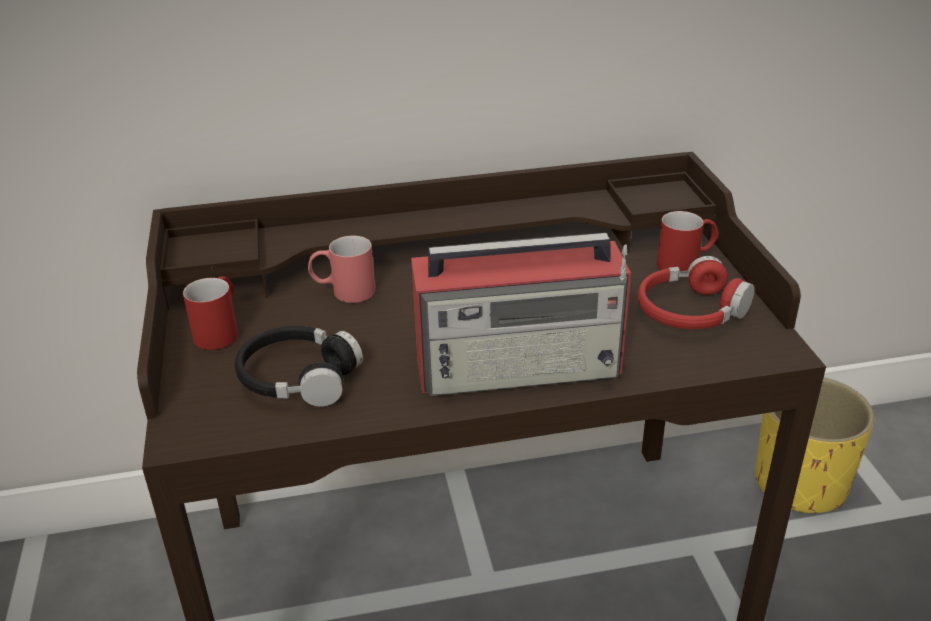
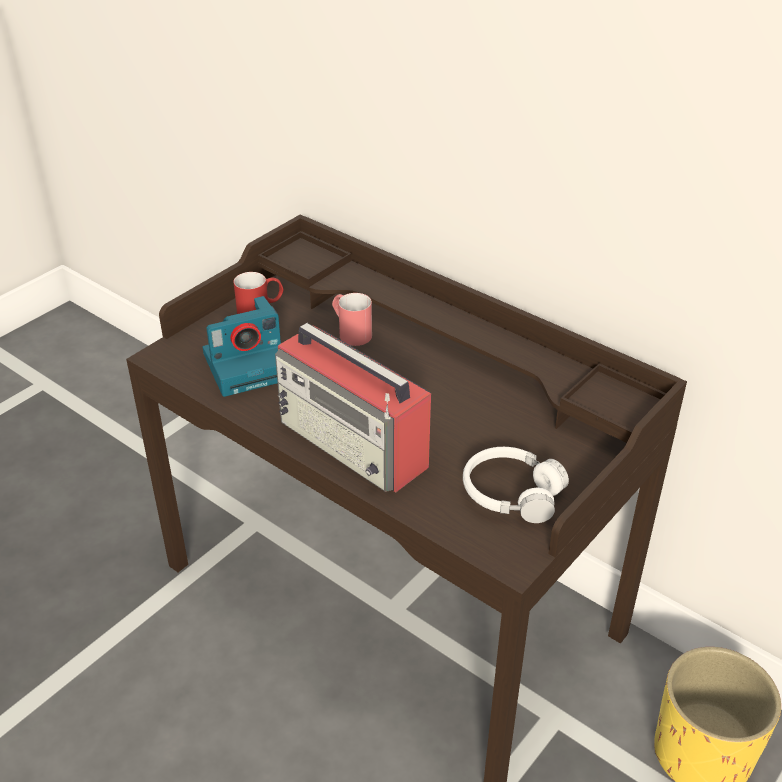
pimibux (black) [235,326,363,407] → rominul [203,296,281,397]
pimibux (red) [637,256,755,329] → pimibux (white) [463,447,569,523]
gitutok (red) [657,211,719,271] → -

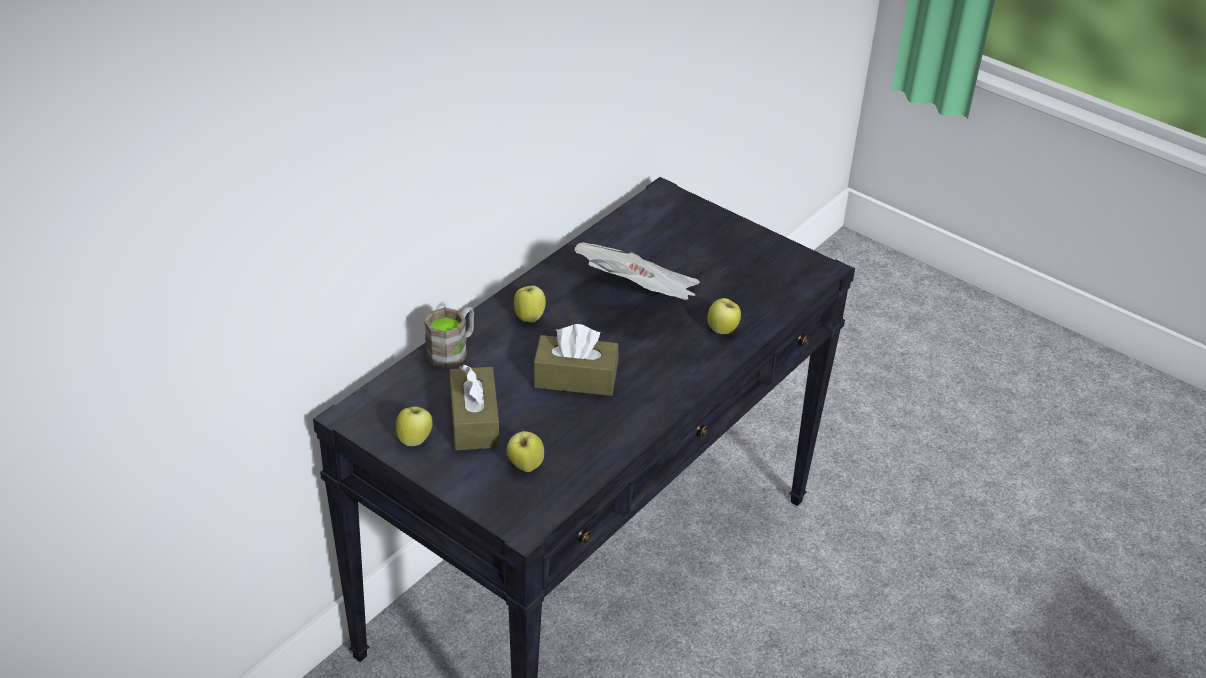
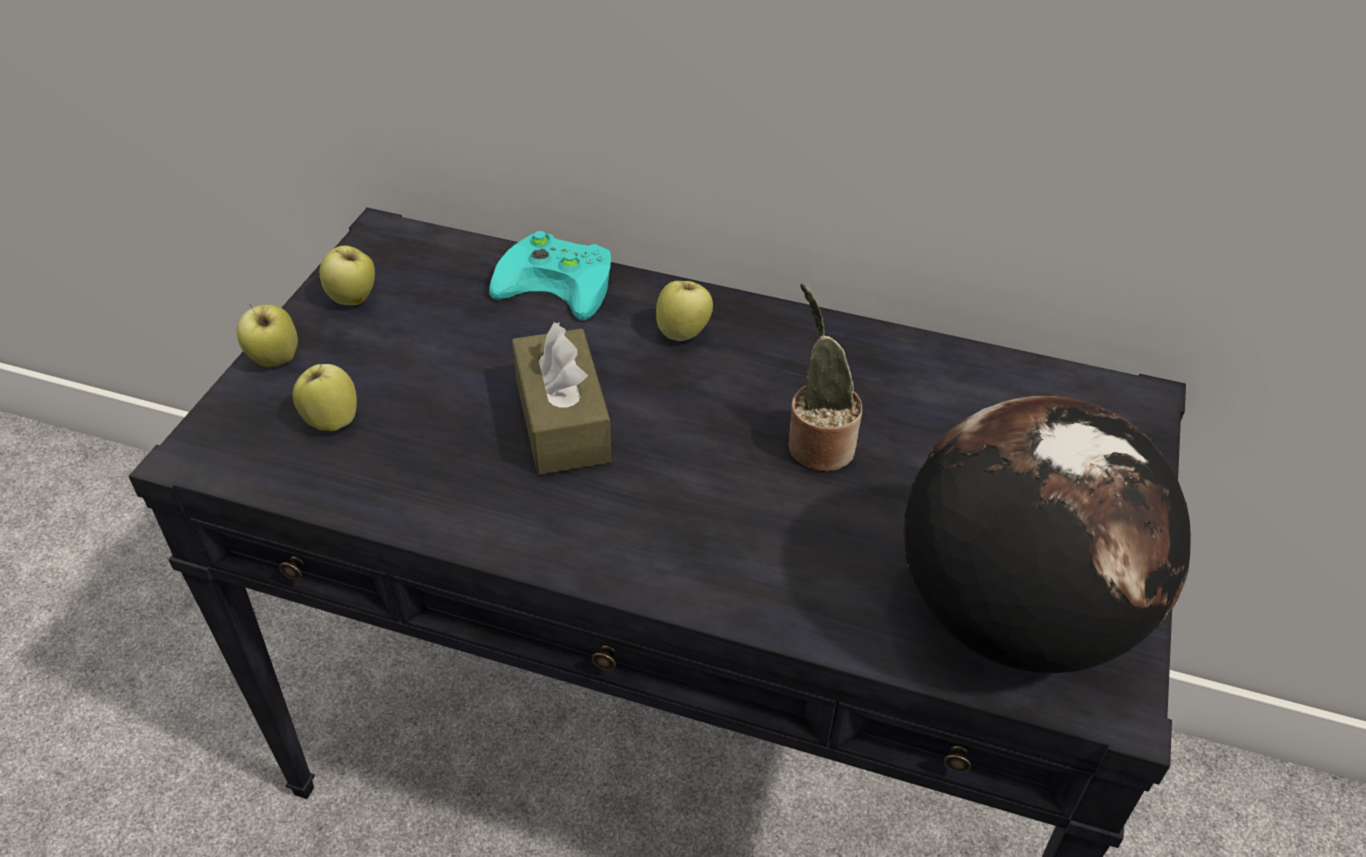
gitutok (brown) [424,307,474,369] → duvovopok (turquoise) [489,231,611,320]
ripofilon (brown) [450,365,499,450] → -
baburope [574,242,700,300] → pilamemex [789,283,862,472]
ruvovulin [708,298,741,334] → ruvovulin [237,305,298,367], relocated
- → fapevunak [903,396,1191,673]

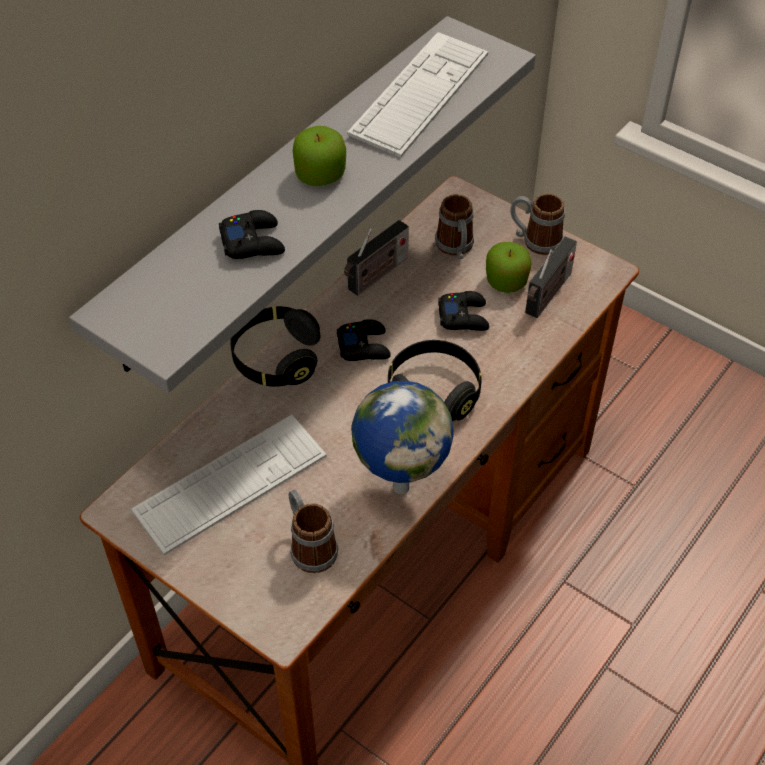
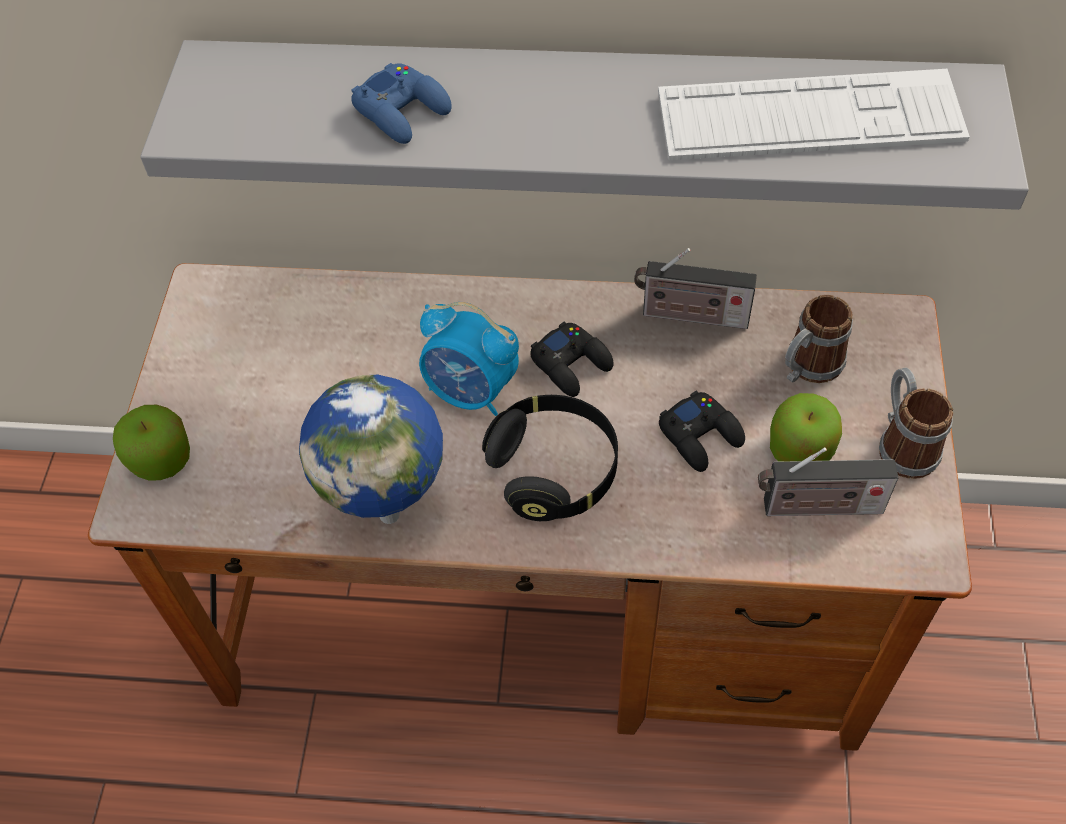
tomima [131,415,327,555] → -
duvovopok (black) [219,210,285,259] → duvovopok (blue) [351,63,452,144]
pimibux (black) [230,306,320,387] → -
gitutok [289,490,338,573] → -
ruvovulin [293,126,346,186] → ruvovulin [113,405,190,481], relocated
- → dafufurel [419,302,519,416]

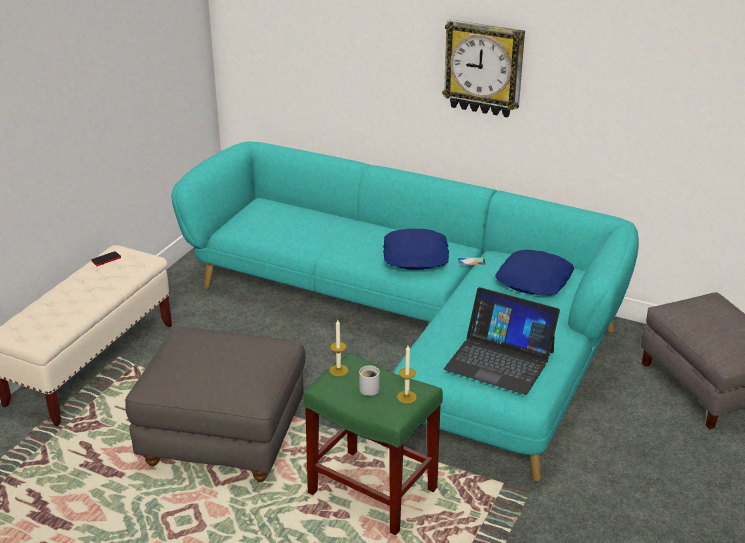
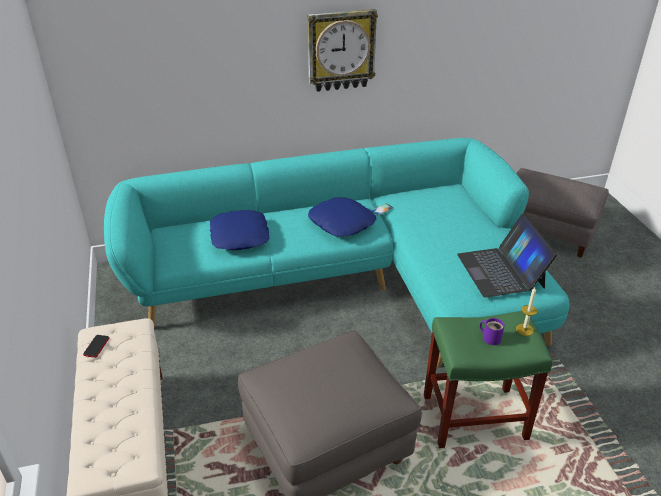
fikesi [329,320,348,376] → -
gitutok (white) [359,365,380,396] → gitutok (purple) [480,318,504,345]
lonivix [444,287,560,395] → lonivix [457,214,557,298], 90 degrees clockwise
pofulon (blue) [495,250,574,296] → pofulon (blue) [210,210,269,250], relocated

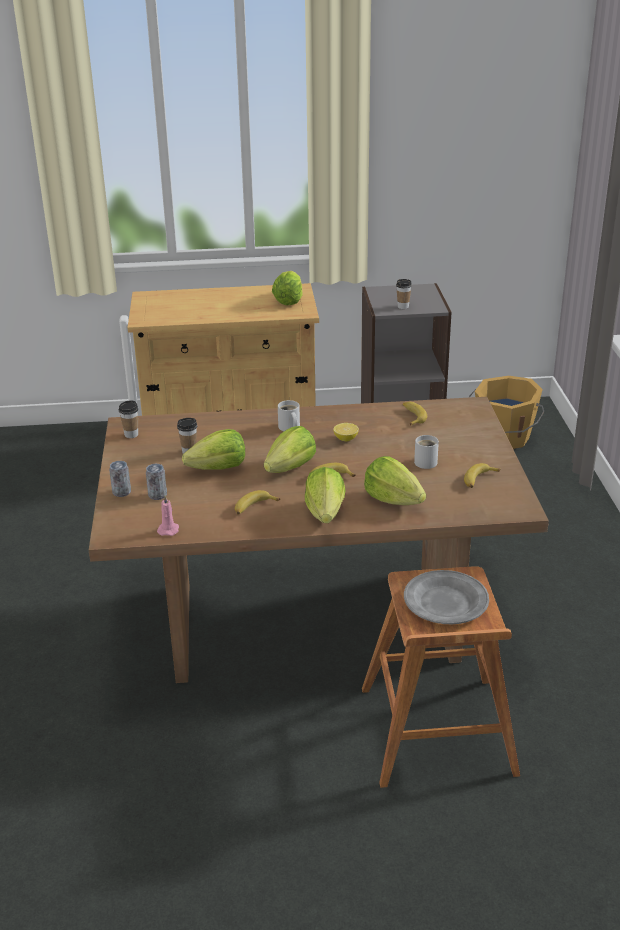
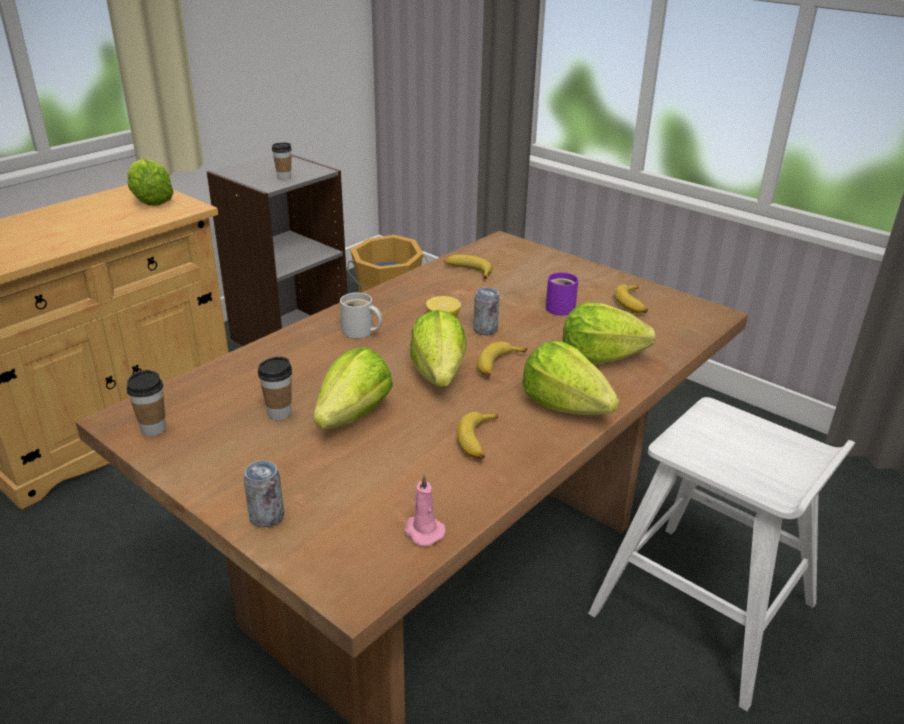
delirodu [146,464,167,500] → delirodu [474,287,499,335], relocated
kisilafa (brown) [362,566,520,788] → kisilafa (white) [588,397,855,711]
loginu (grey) [404,570,489,624] → -
gitutok (white) [414,435,439,469] → gitutok (purple) [546,272,578,316]

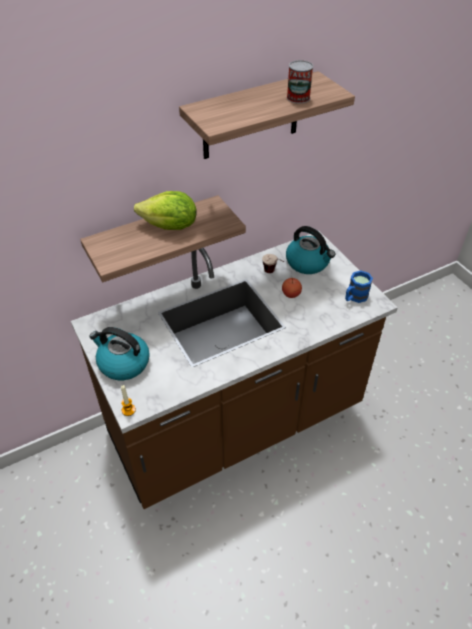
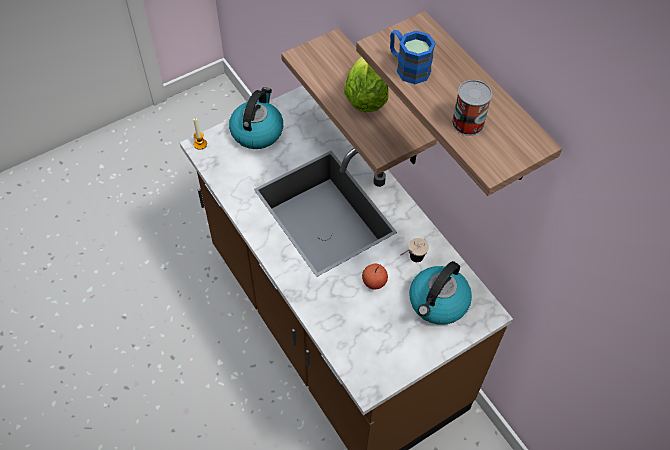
gitutok (blue) [345,270,373,303] → gitutok (blue) [390,30,435,84], relocated

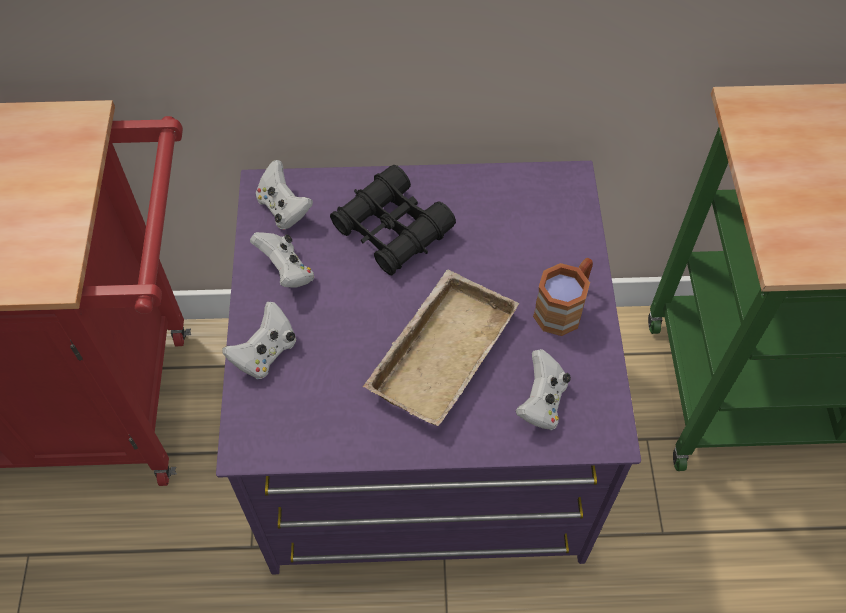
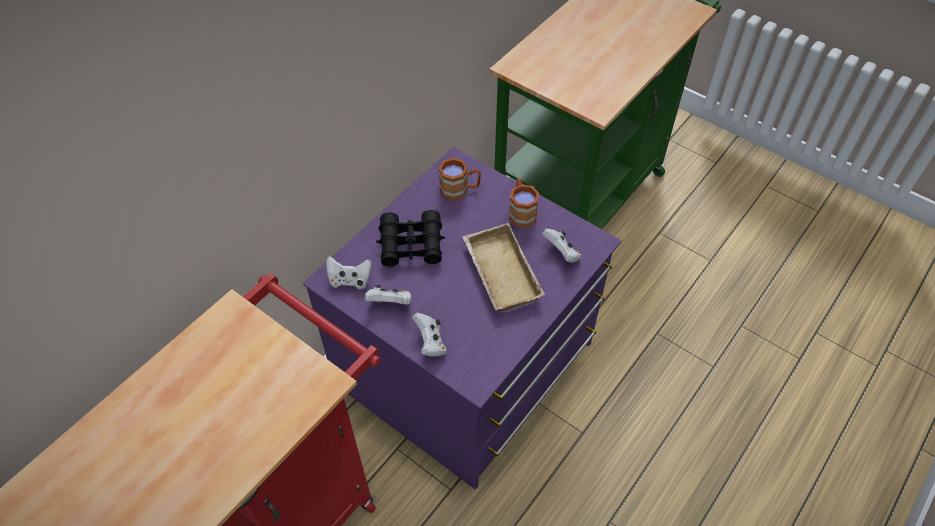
- → gitutok (brown) [439,158,481,201]

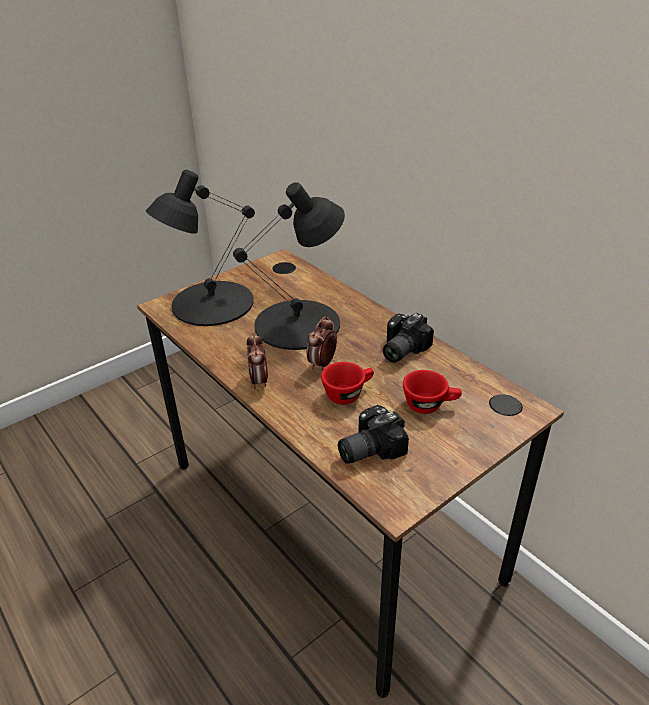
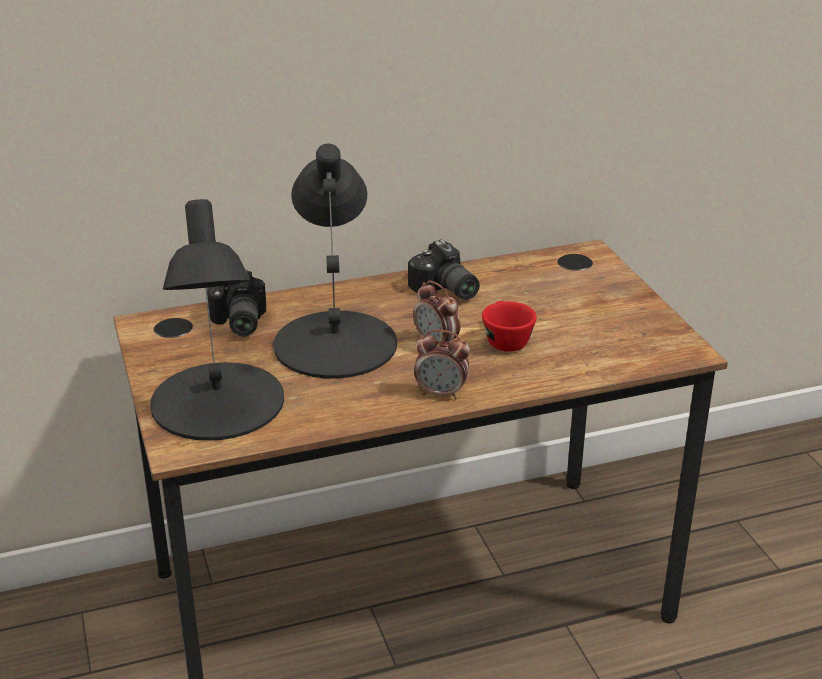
rominul [338,405,409,464] → rominul [207,270,266,336], relocated
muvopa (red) [403,370,462,414] → -

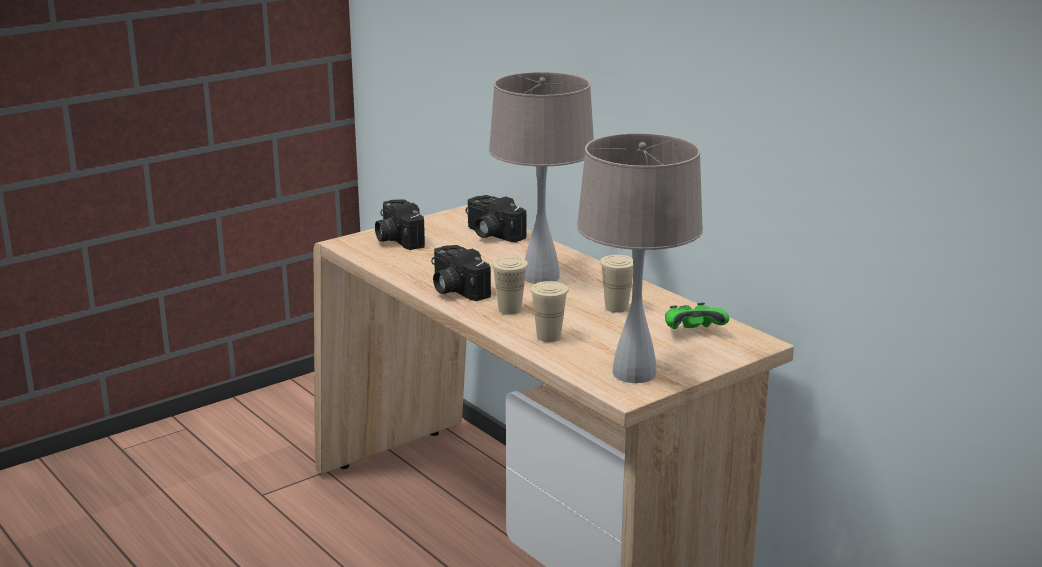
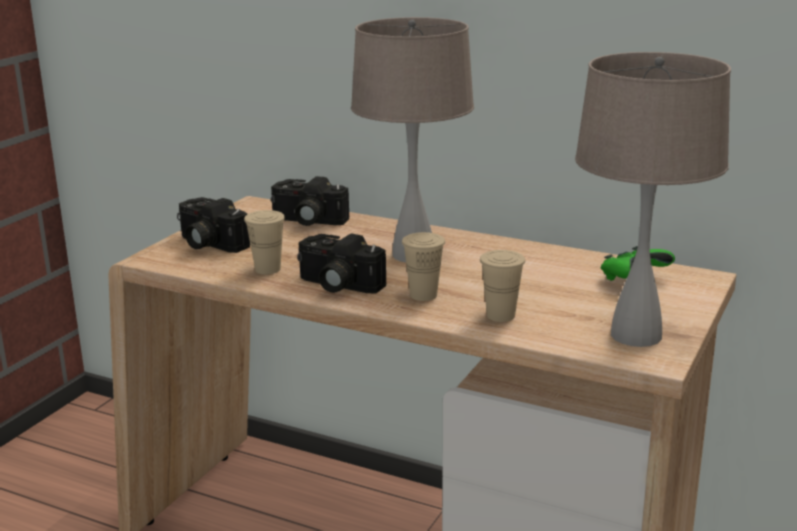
muvopa (beige) [600,255,633,313] → muvopa (beige) [244,210,285,274], relocated

